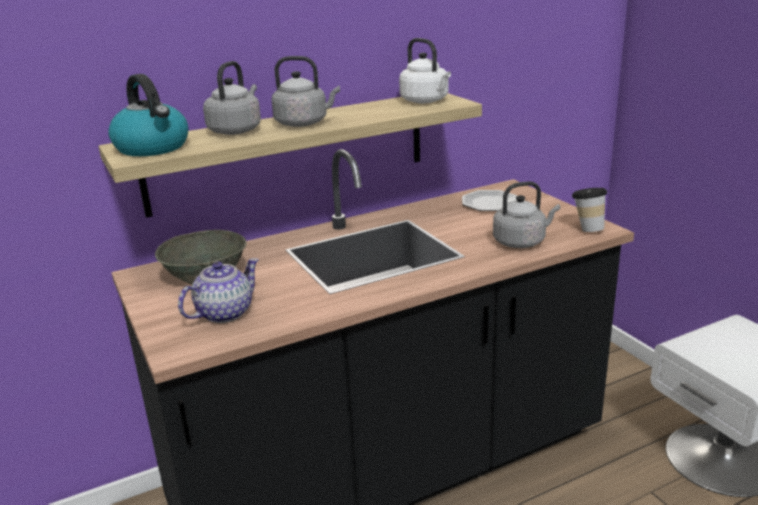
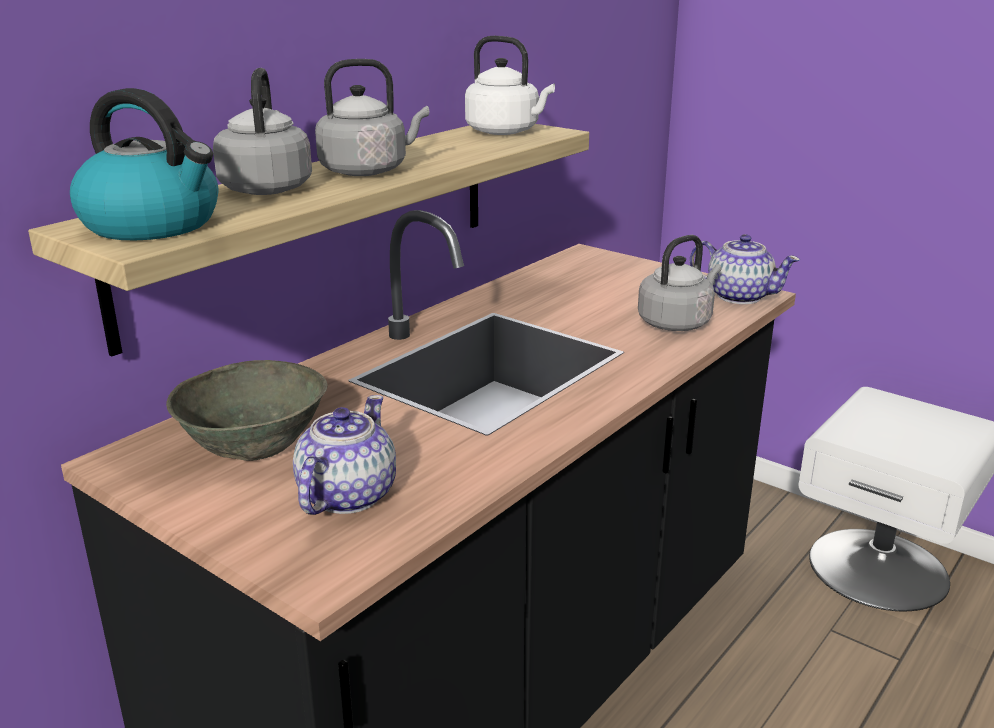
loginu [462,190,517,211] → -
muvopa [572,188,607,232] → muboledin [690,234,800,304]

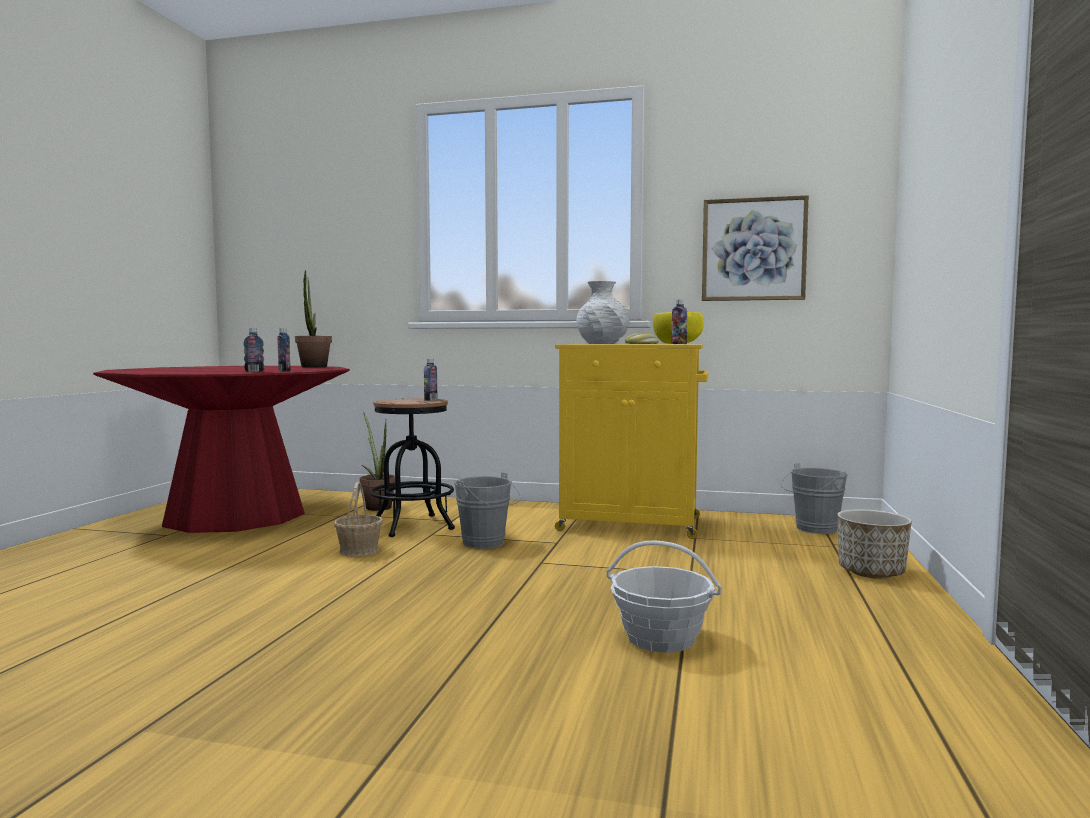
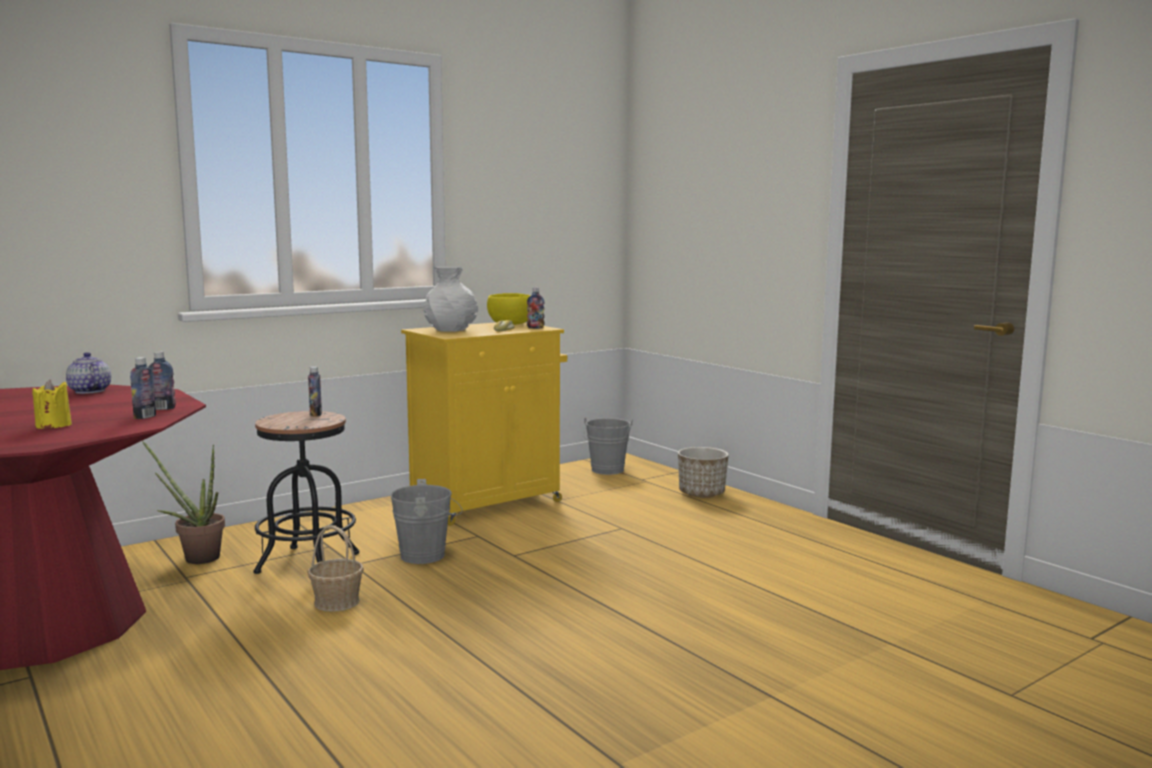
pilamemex [295,270,332,367] → muboledin [66,352,111,394]
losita [607,540,722,653] → -
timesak [702,195,809,301] → -
- → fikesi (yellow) [32,380,72,429]

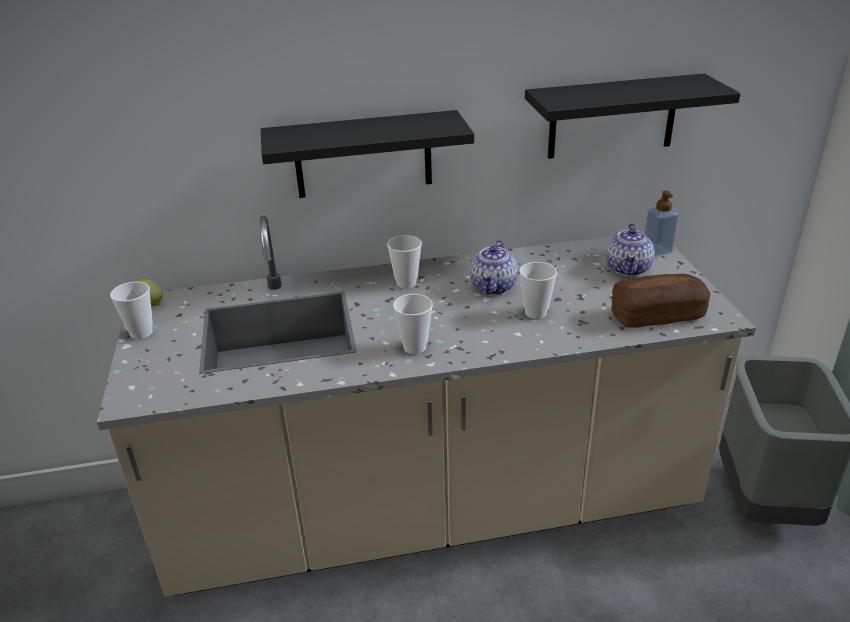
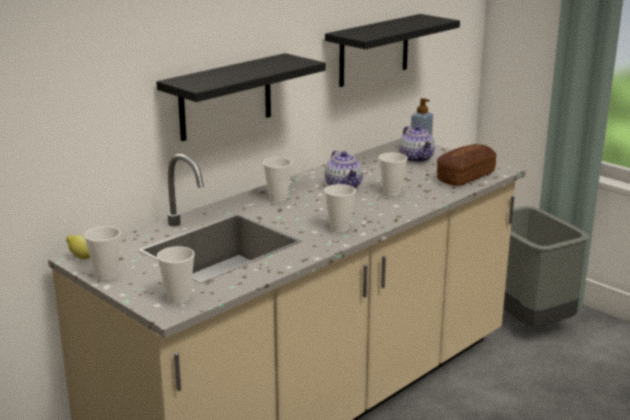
- → muvopa [157,246,195,304]

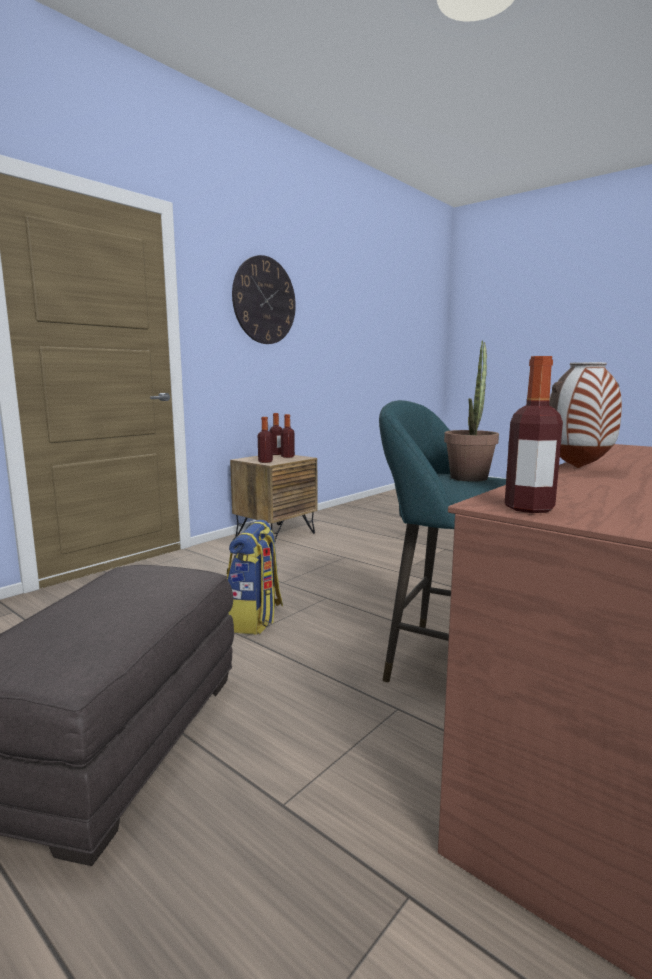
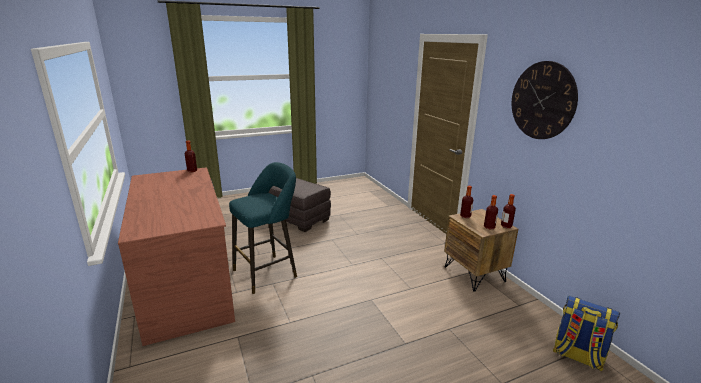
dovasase [227,520,283,635] → dovasase [553,296,620,371], relocated
pilamemex [444,340,499,482] → -
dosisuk [549,362,622,468] → -

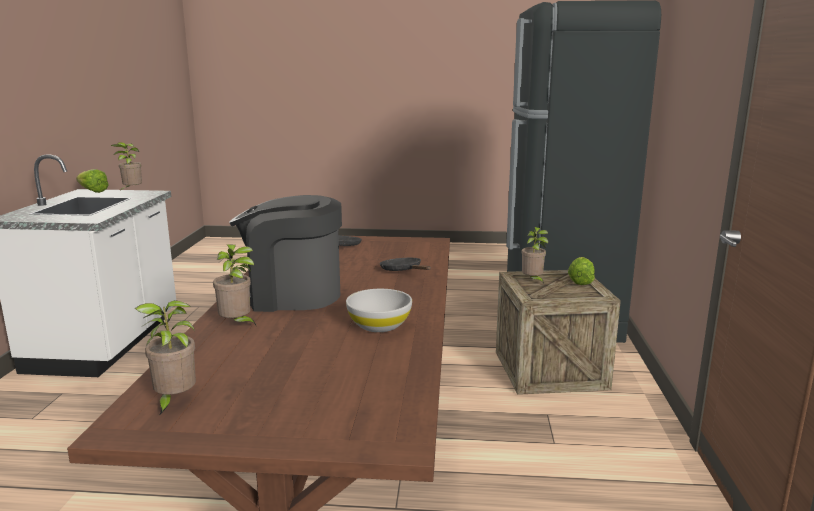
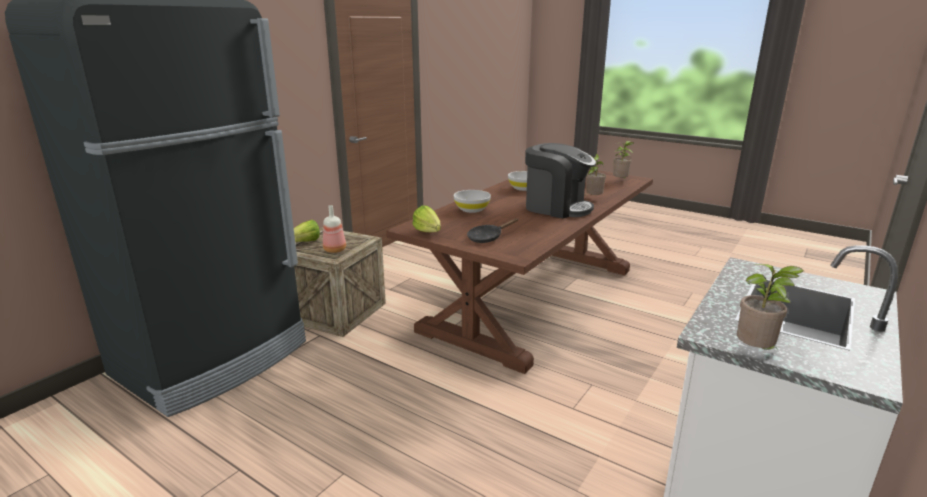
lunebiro [76,169,109,193] → lunebiro [412,205,441,232], relocated
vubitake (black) [380,258,431,271] → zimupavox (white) [454,190,491,213]
pilamemex [521,227,548,284] → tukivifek [323,205,346,253]

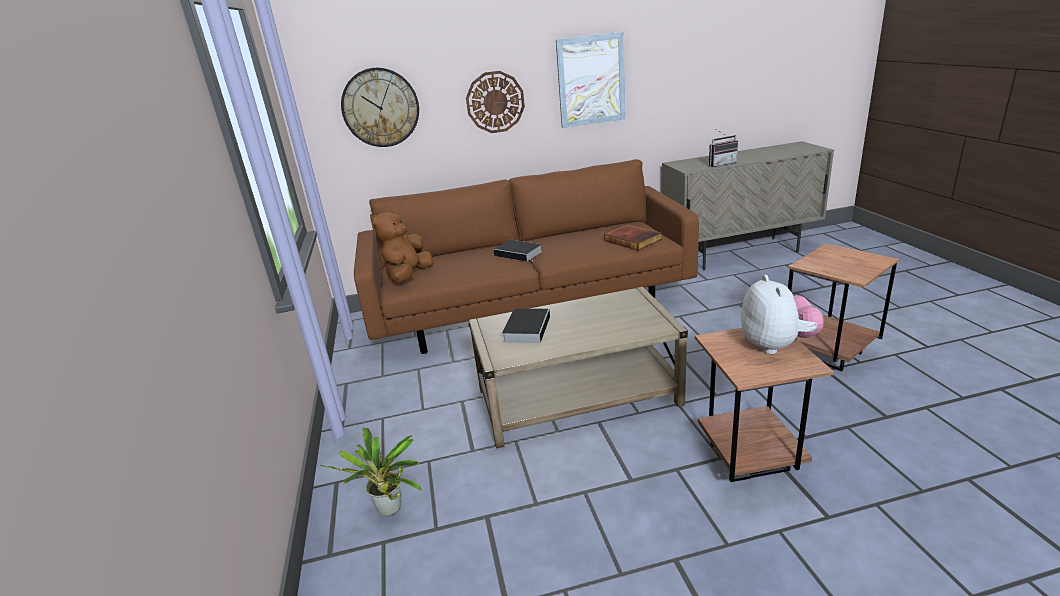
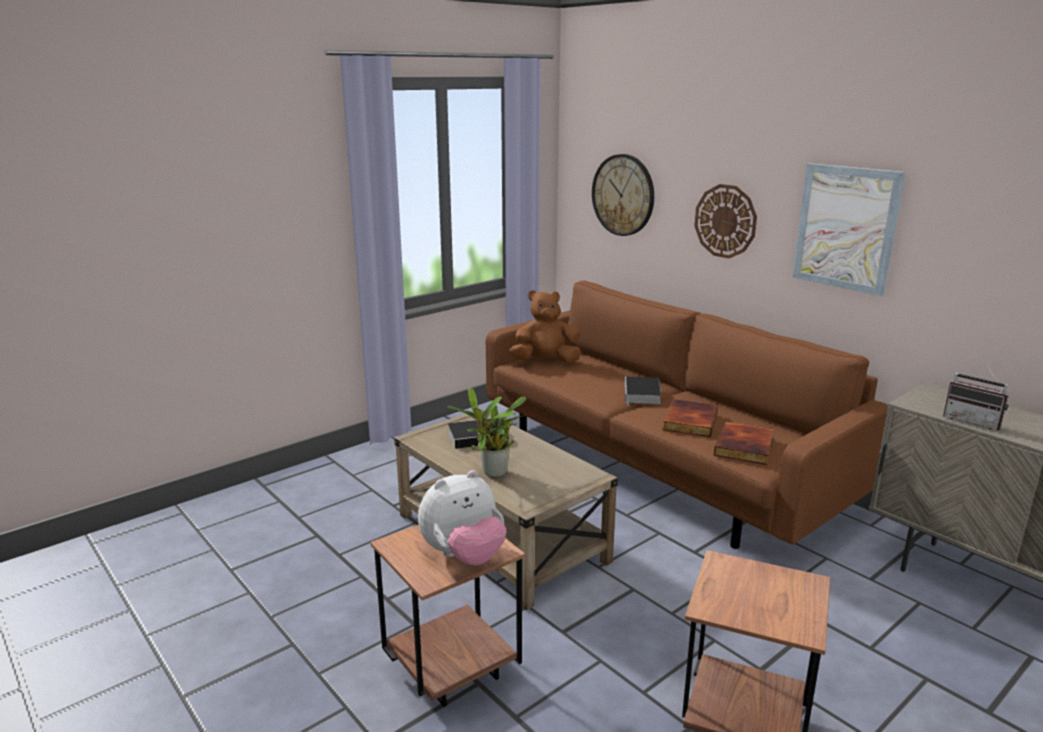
pilamemex [321,427,421,516] → pilamemex [448,388,527,477], relocated
- → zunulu [662,399,718,437]

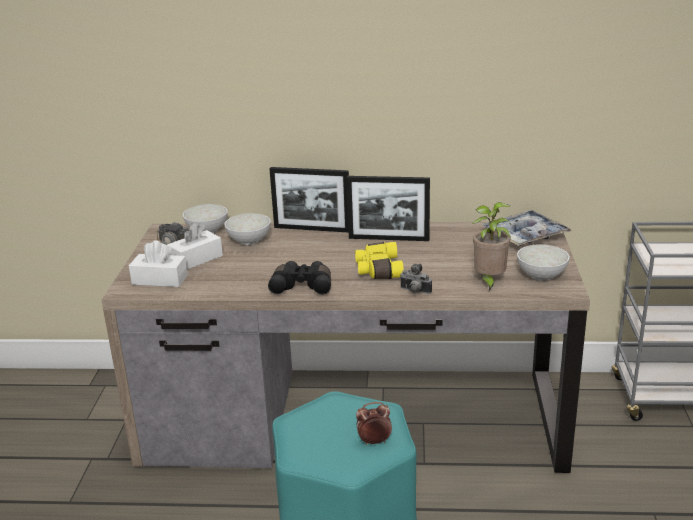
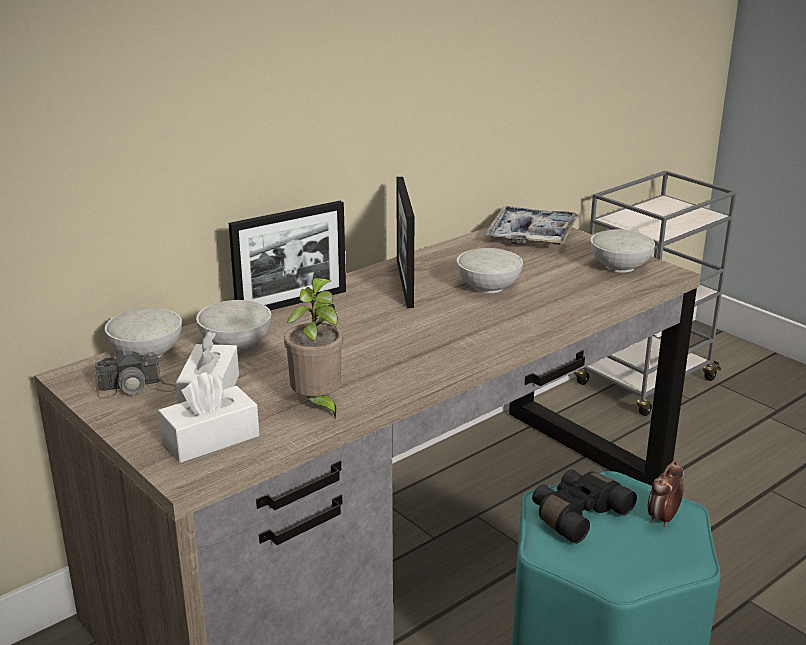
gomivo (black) [268,261,331,295] → gomivo (black) [532,469,637,544], relocated
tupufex [346,176,430,241] → tupufex [397,177,414,308], 120 degrees clockwise
gomivo (yellow) [355,242,404,279] → -
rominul [400,264,432,294] → -
pilamemex [471,202,511,291] → pilamemex [284,278,343,419], relocated
- → zimupavox (white) [457,248,523,293]

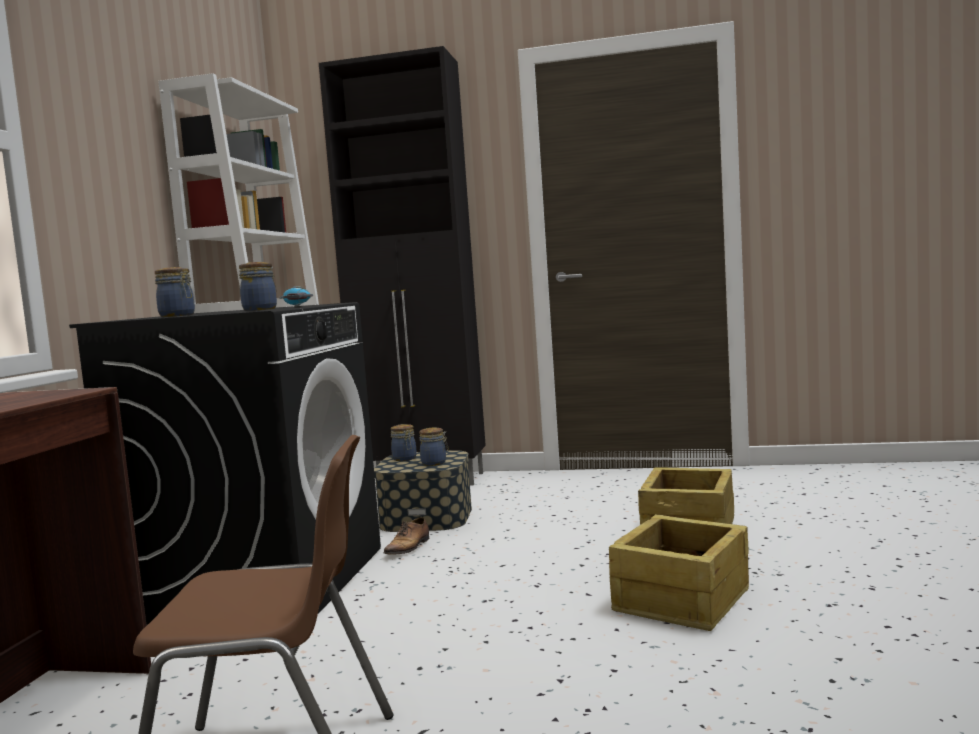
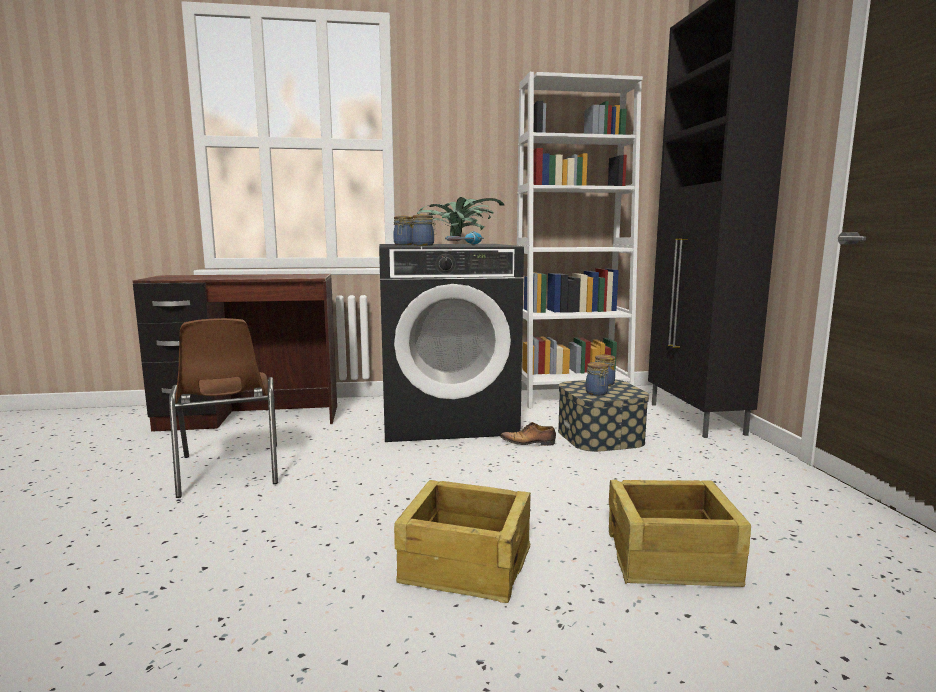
- → pilamemex [417,197,504,236]

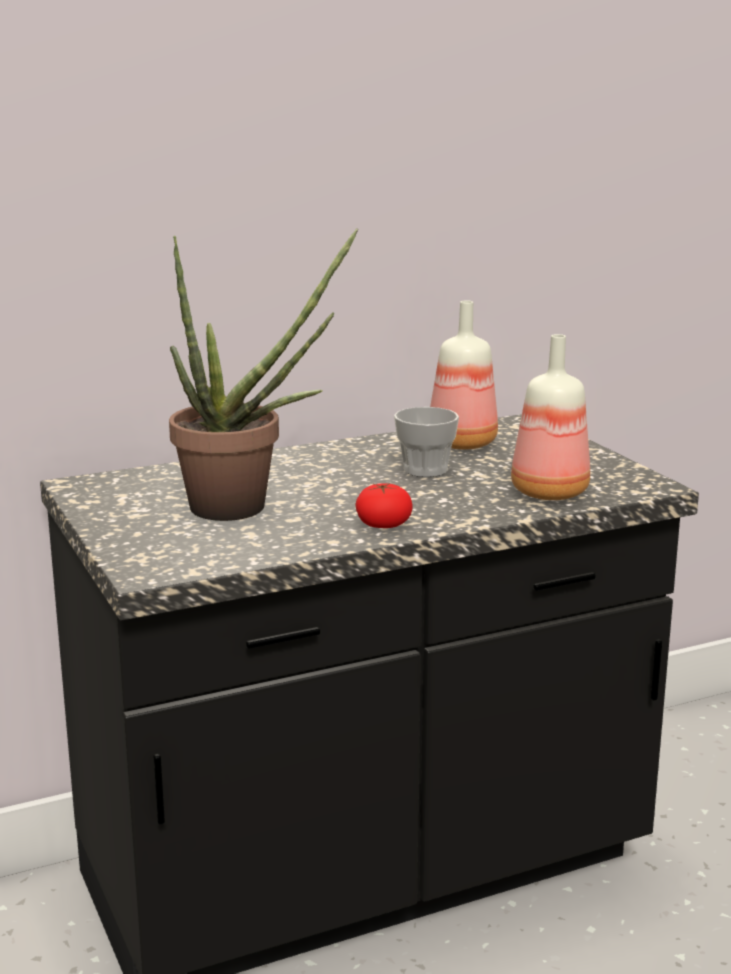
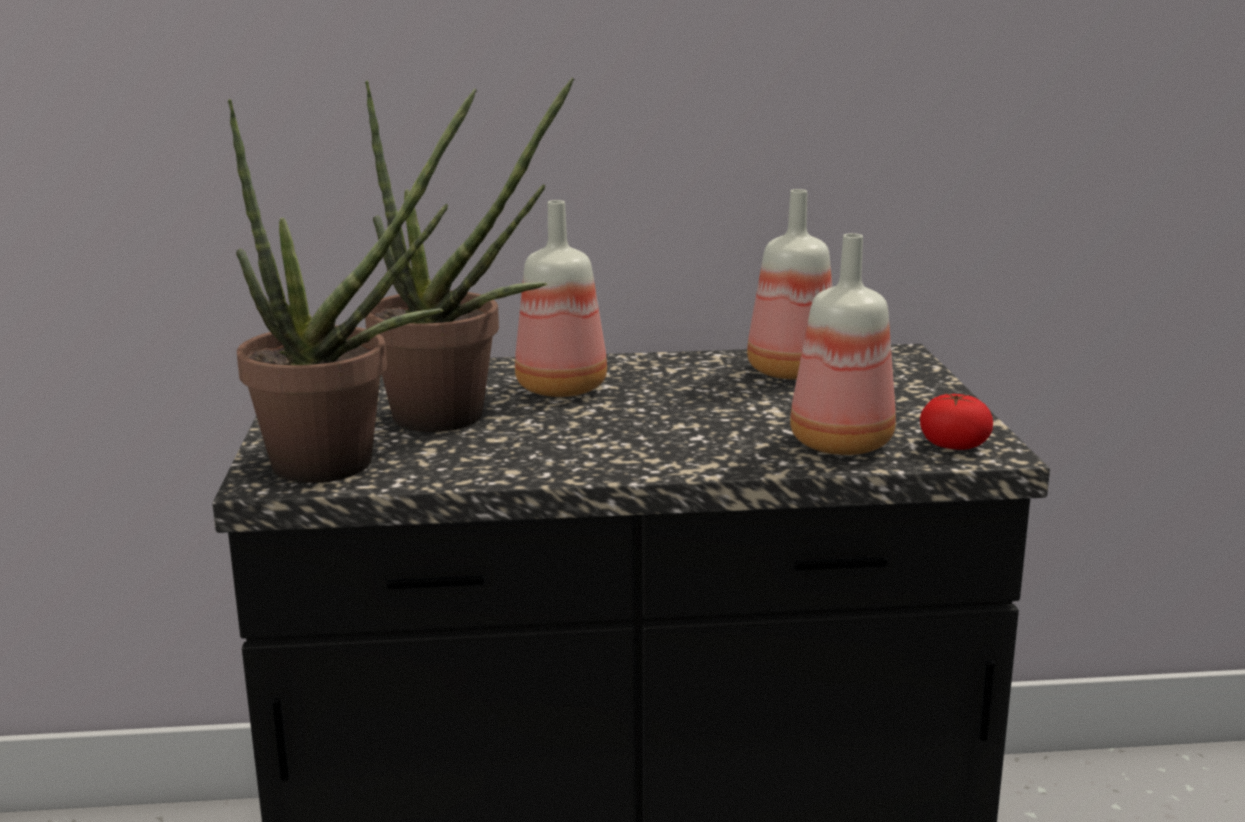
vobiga [356,483,413,528] → vobiga [920,393,993,450], relocated
muvopa [394,407,459,477] → -
- → pilamemex [228,88,477,483]
- → tukivifek [515,200,607,397]

